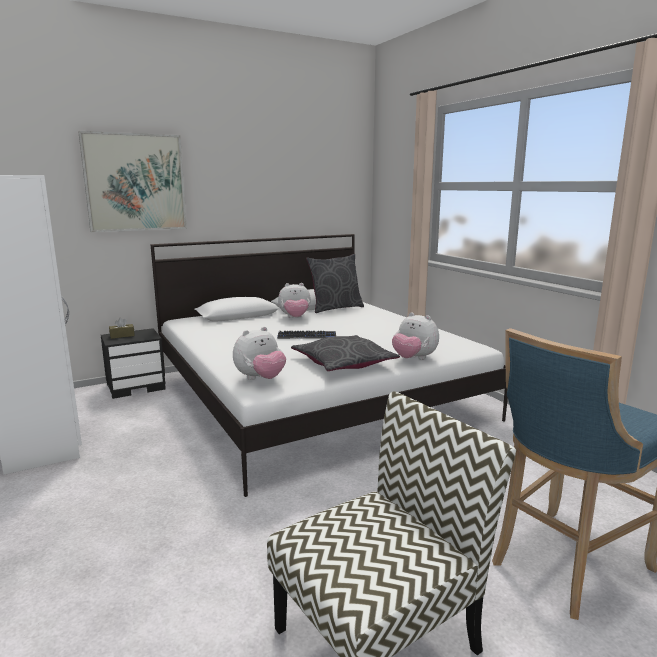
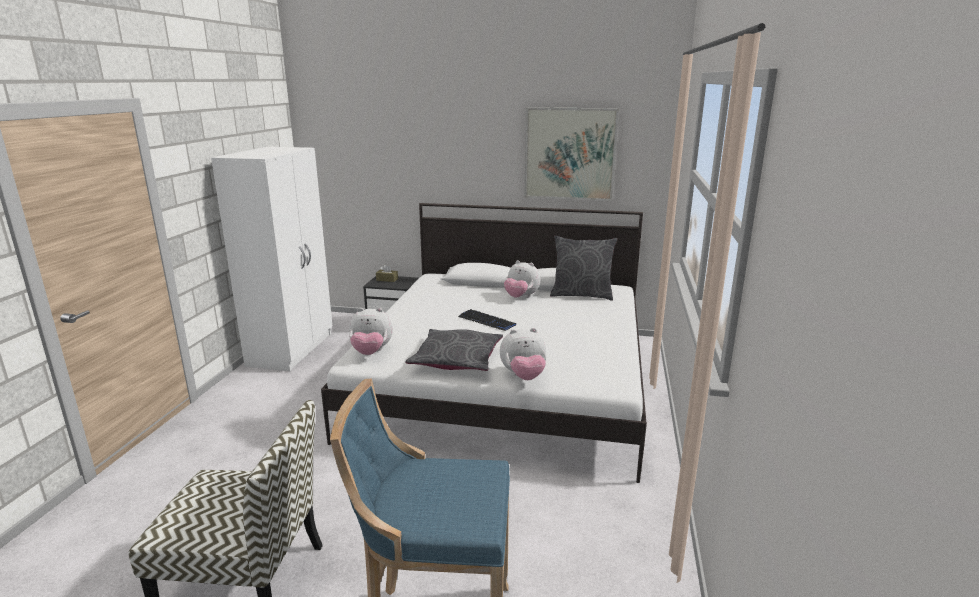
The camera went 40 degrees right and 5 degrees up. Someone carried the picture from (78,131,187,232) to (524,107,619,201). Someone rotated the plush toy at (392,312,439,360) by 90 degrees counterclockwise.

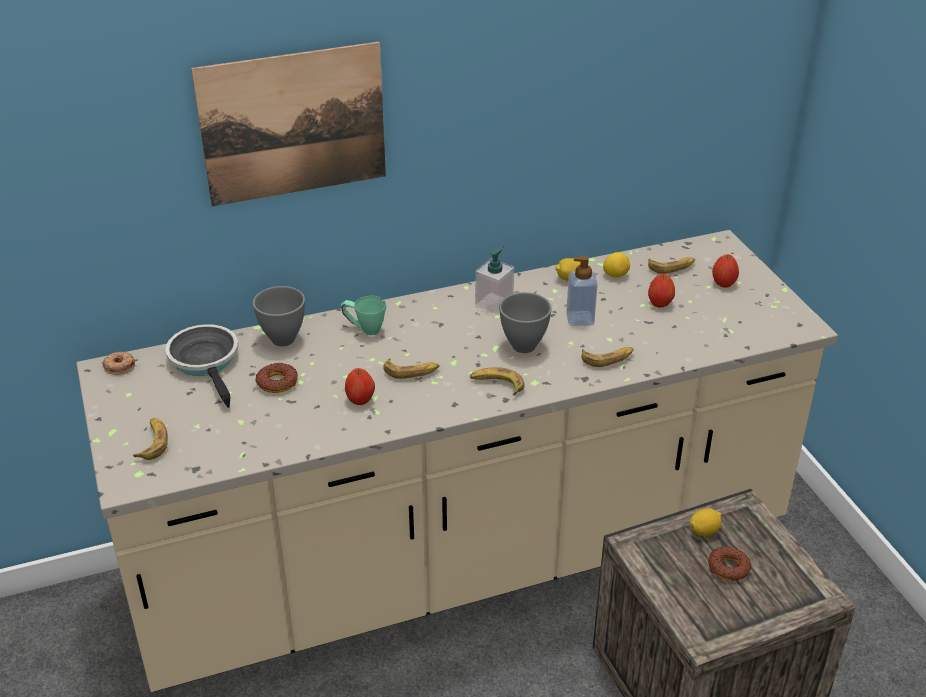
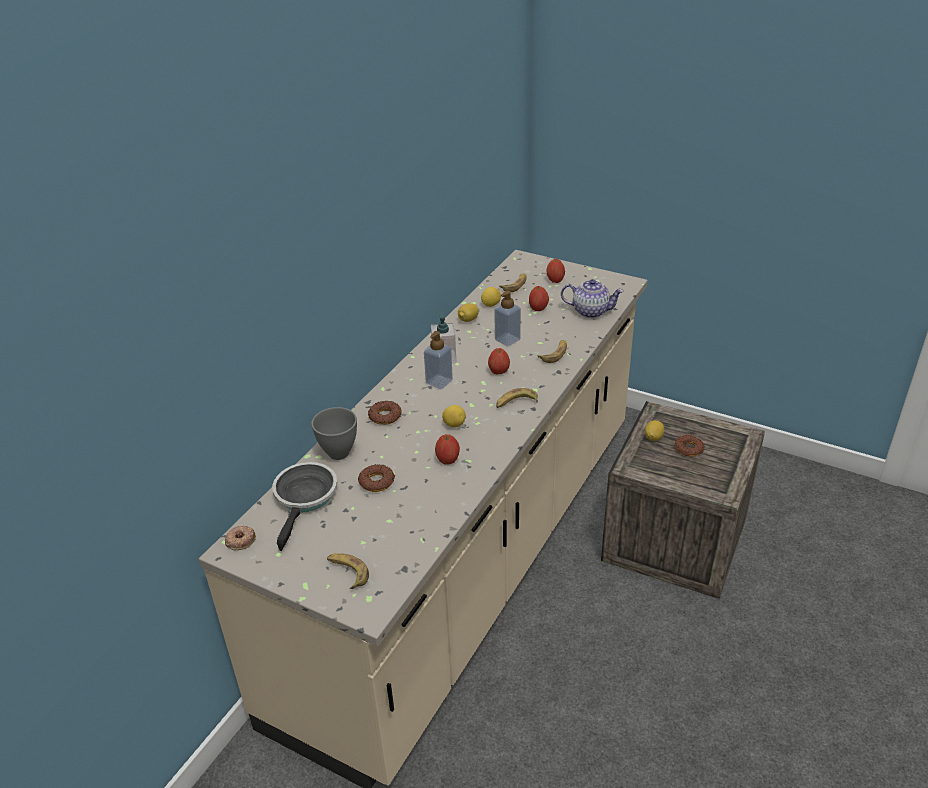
The camera went 40 degrees left and 0 degrees up. Someone took away the picture at (191,42,386,206). Someone swapped the grey bowl at (499,292,552,353) for the apple at (488,348,510,374). Someone swapped the green mug at (341,296,386,335) for the donut at (368,401,401,425). Someone rotated the frying pan at (165,324,238,408) by 75 degrees clockwise. Someone swapped the banana at (383,359,440,379) for the lemon at (442,405,466,427). Someone put down the teapot at (561,279,624,318). Someone put down the soap dispenser at (424,331,453,389).

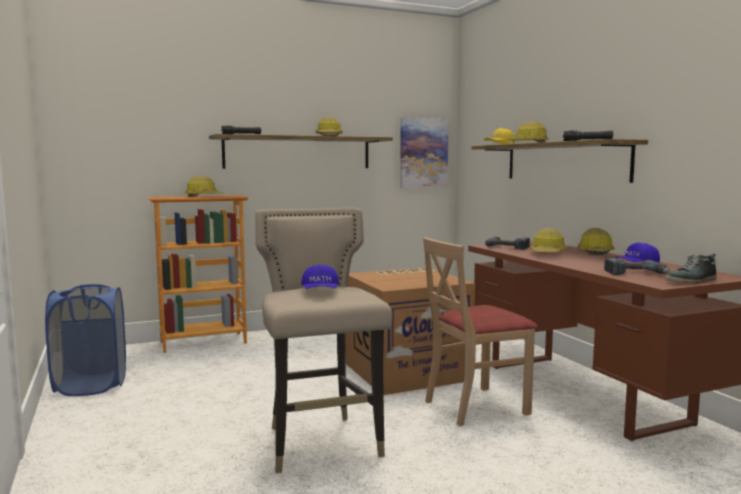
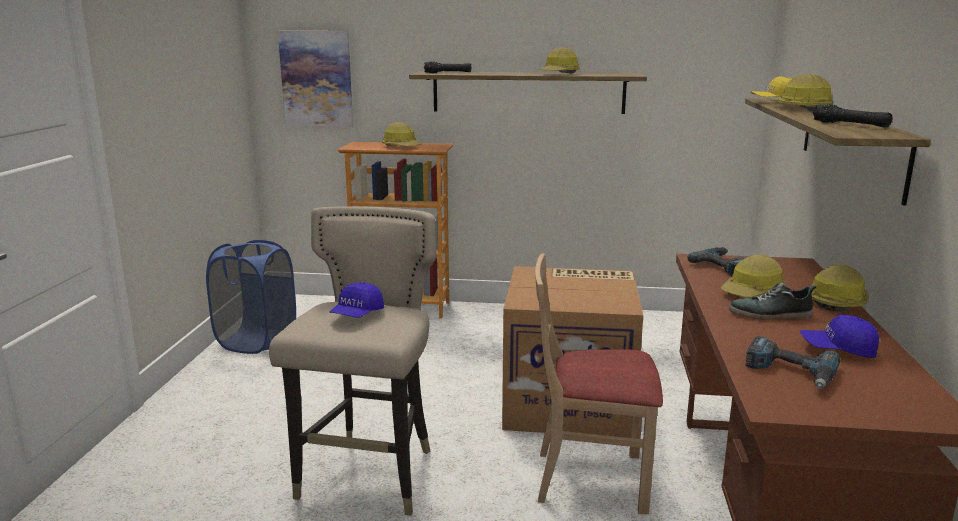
The camera went 30 degrees right and 10 degrees up. Someone carried the picture from (400,118,449,188) to (278,31,353,127). Someone carried the shoe from (666,254,716,284) to (729,283,816,320).

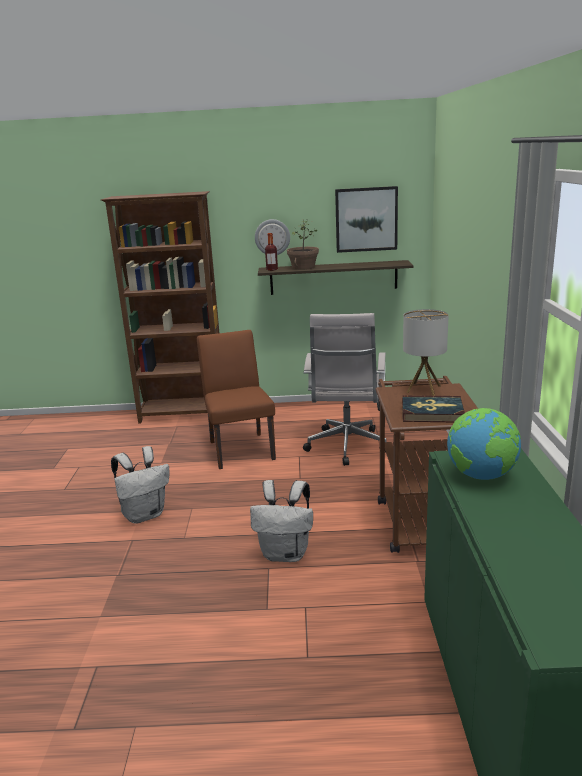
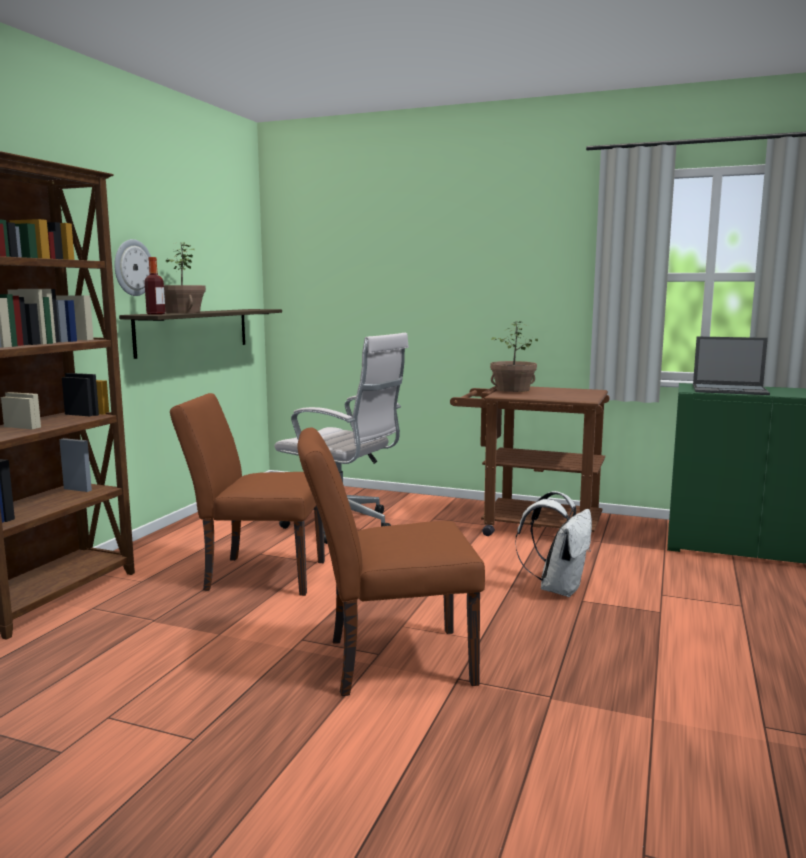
The camera went 70 degrees left and 10 degrees down. Someone took away the picture at (335,186,398,253). Someone swapped the table lamp at (403,309,449,396) for the potted plant at (490,321,538,392). Someone took away the book at (402,395,465,422). Someone swapped the globe at (447,408,521,480) for the laptop at (693,336,770,395). Someone swapped the white backpack at (111,446,170,524) for the brown chair at (297,428,485,696).

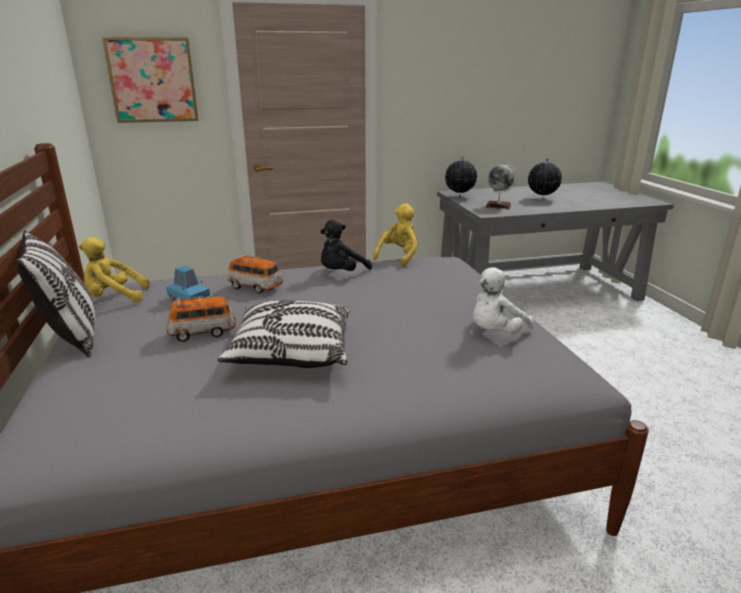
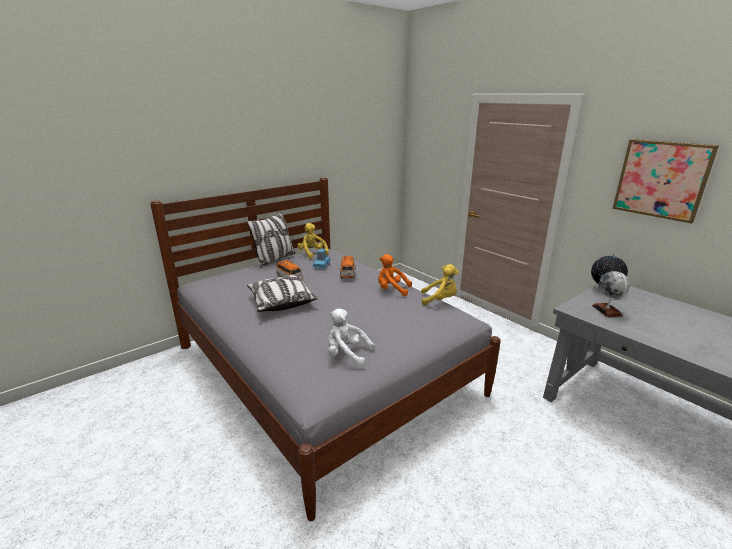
The camera went 65 degrees right and 0 degrees up. Someone carried the picture from (102,37,198,123) to (612,139,719,224). Someone took away the globe at (528,159,562,200). Someone repainted the black plush toy at (321,220,372,271), which became the orange plush toy at (378,254,412,296).

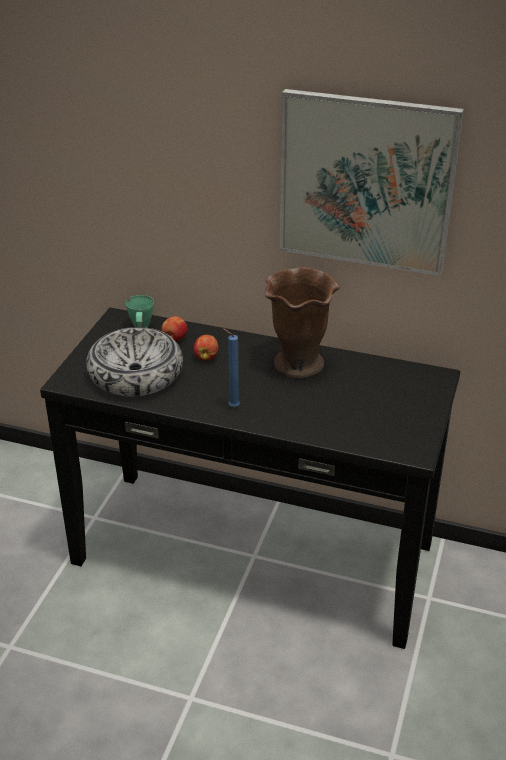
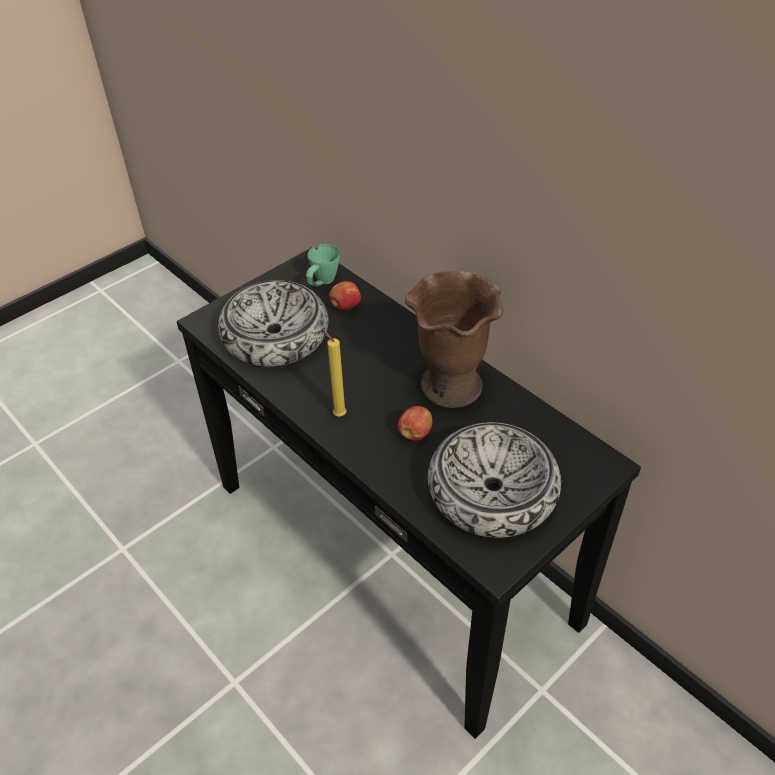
The camera went 30 degrees right and 10 degrees up. Someone took away the picture at (279,89,464,276). Someone repainted the blue candle at (223,328,240,407), which became the yellow candle at (322,328,347,417). Someone carried the apple from (194,335,218,361) to (398,406,433,441). Someone put down the bowl at (428,422,561,538).

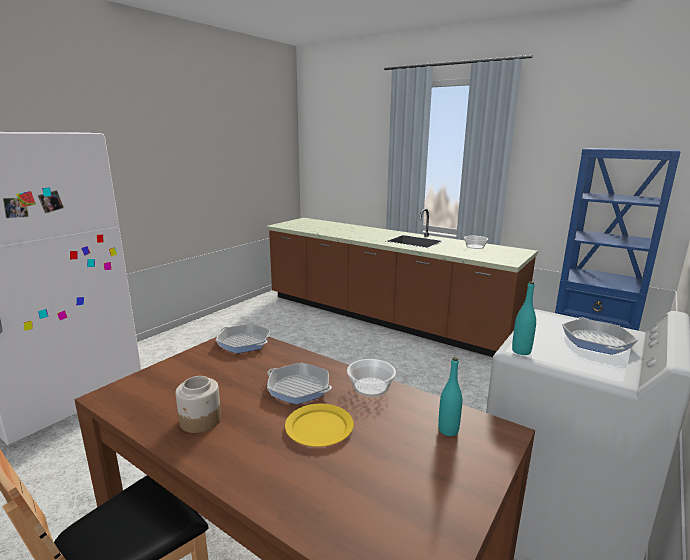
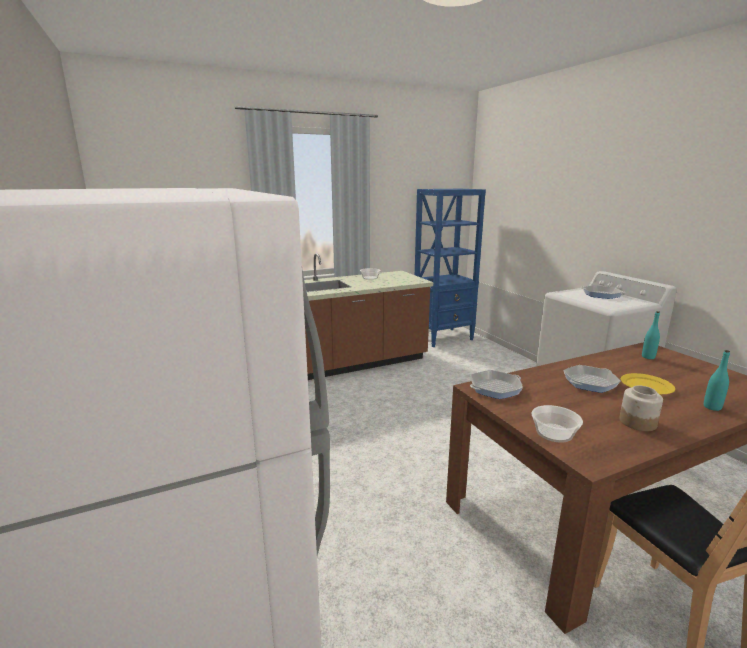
The camera went 60 degrees left and 0 degrees up. Someone carried the turquoise bottle from (512,281,536,355) to (704,350,730,411). Someone carried the bowl from (347,359,396,397) to (531,405,583,443).

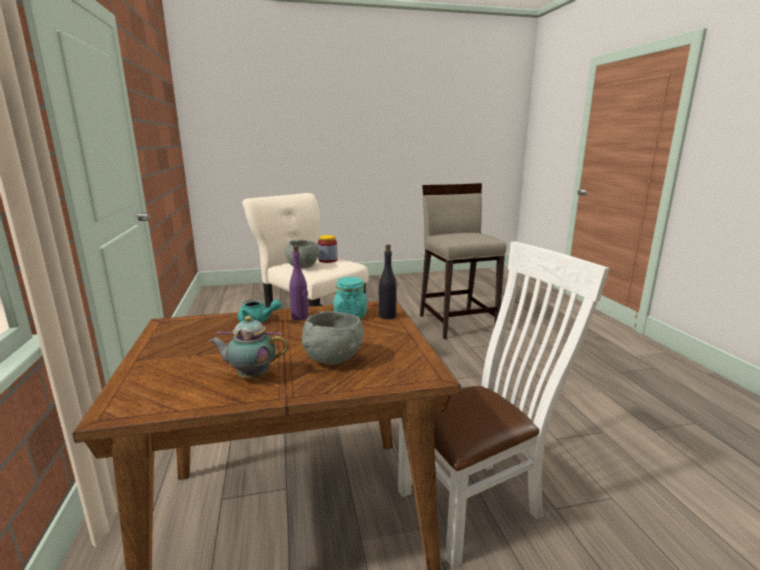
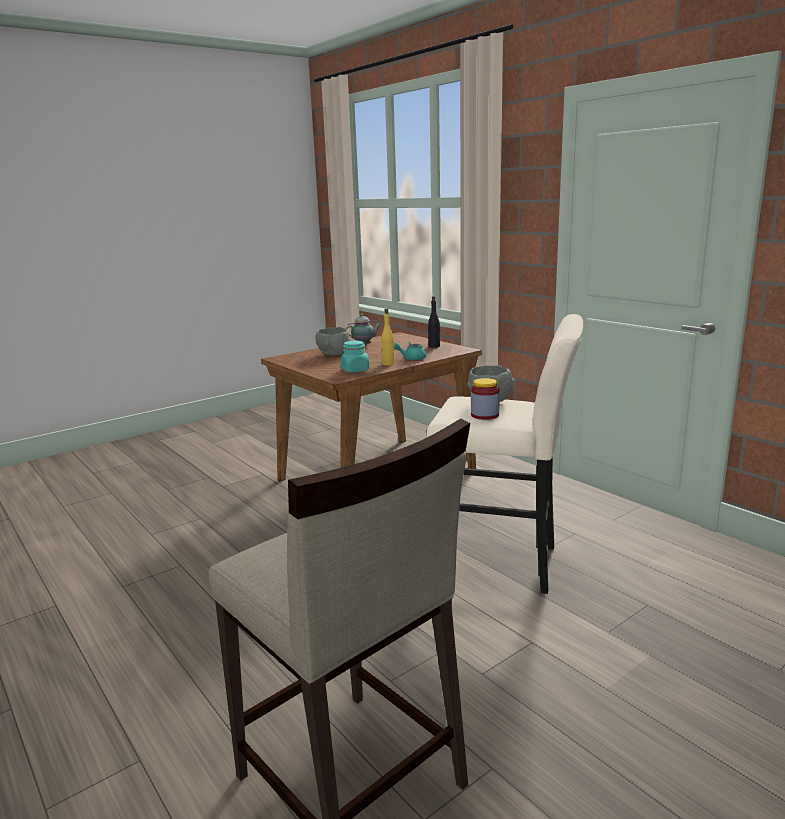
The camera went 155 degrees right and 0 degrees up. Someone took away the white chair at (398,241,610,568). Someone repainted the purple bottle at (289,245,309,320), which became the yellow bottle at (381,309,395,365). Someone carried the black bottle from (378,245,397,319) to (428,296,440,348).

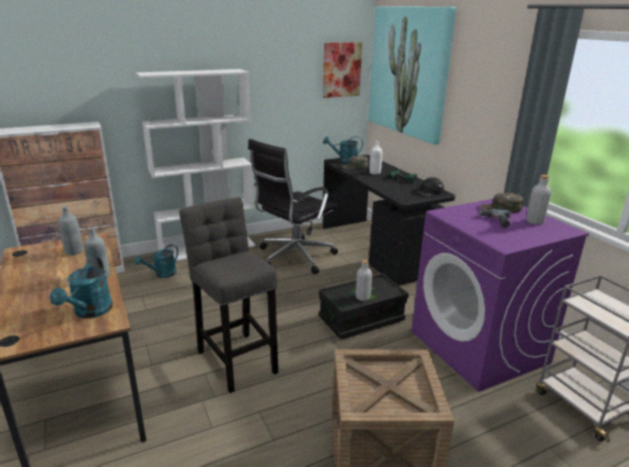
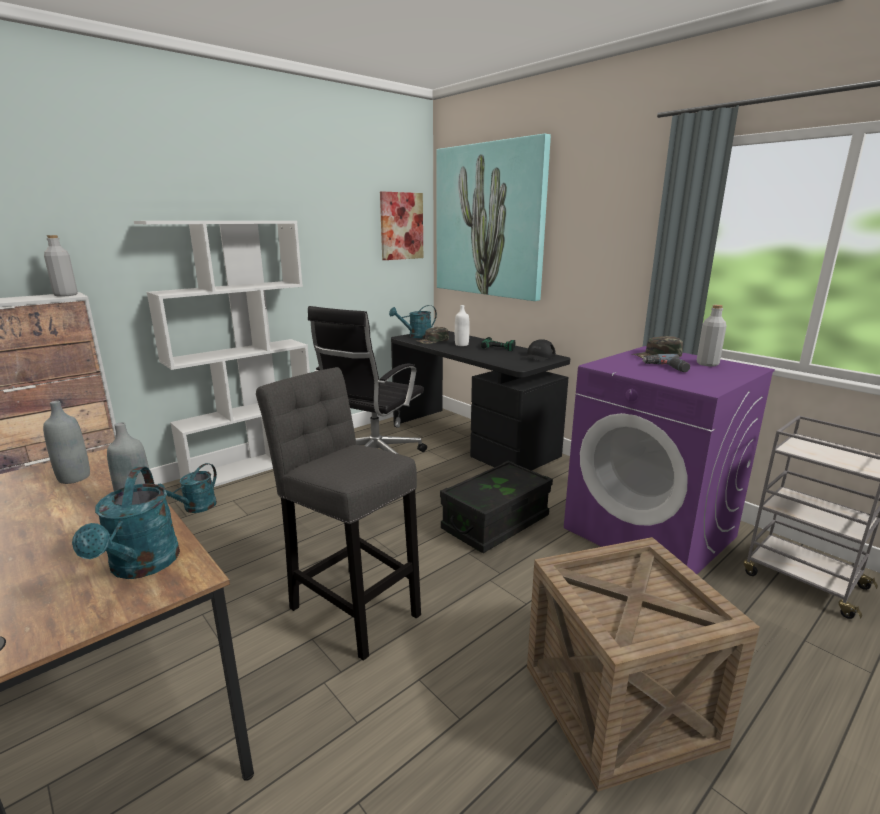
The camera went 15 degrees left and 5 degrees down. Someone carried the grey bottle from (356,260,372,301) to (44,235,78,297).

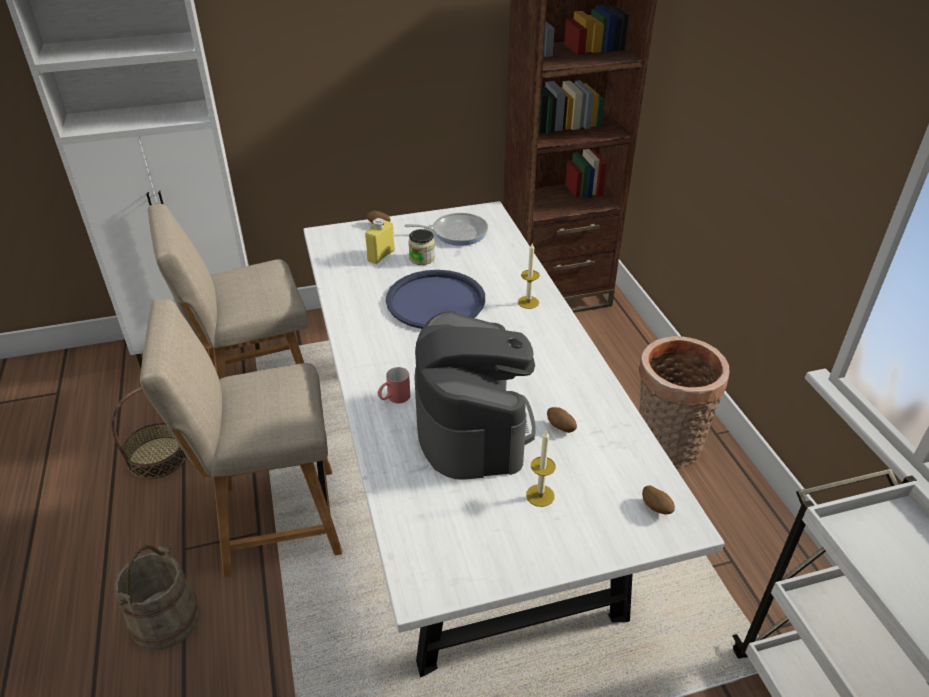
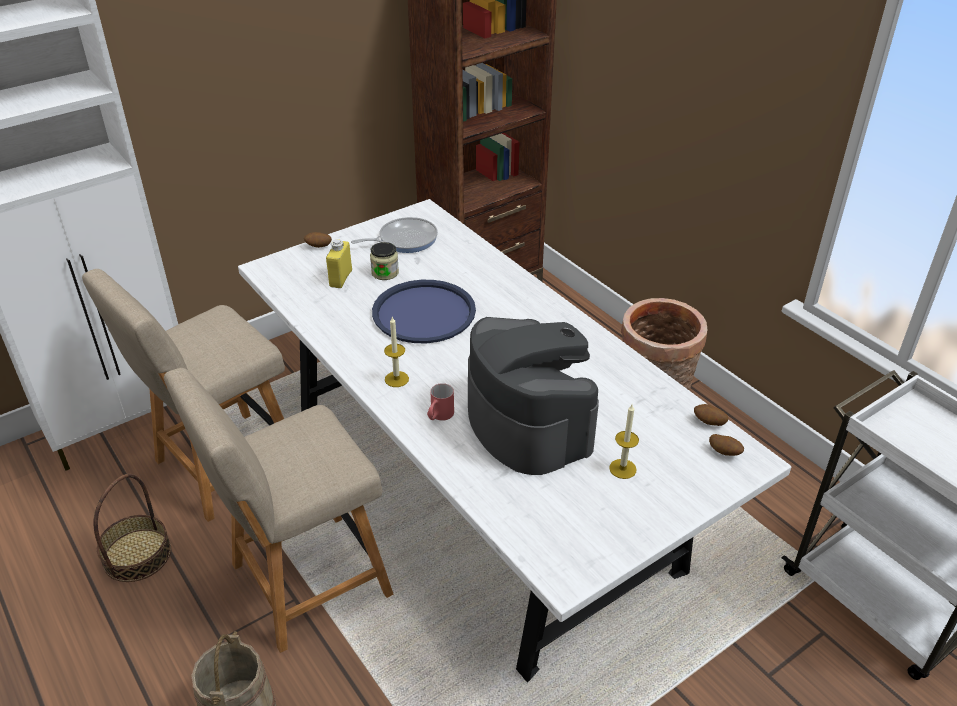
The camera went 20 degrees left and 0 degrees up. Someone carried the candle from (518,243,540,309) to (384,317,409,387). Someone carried the potato from (547,407,577,433) to (694,404,729,426).

